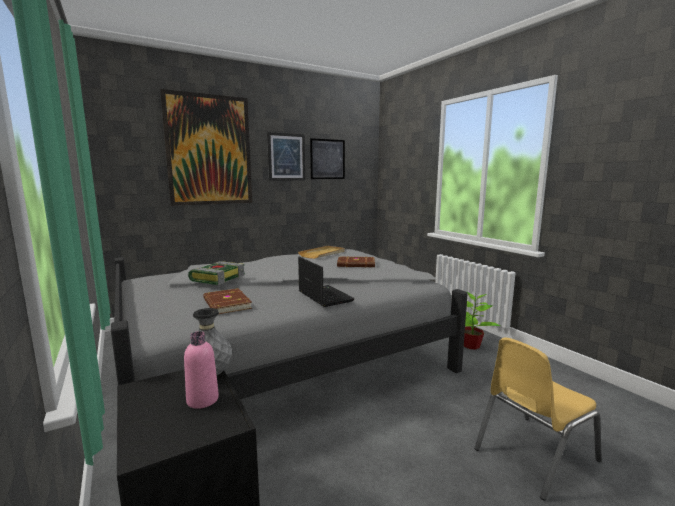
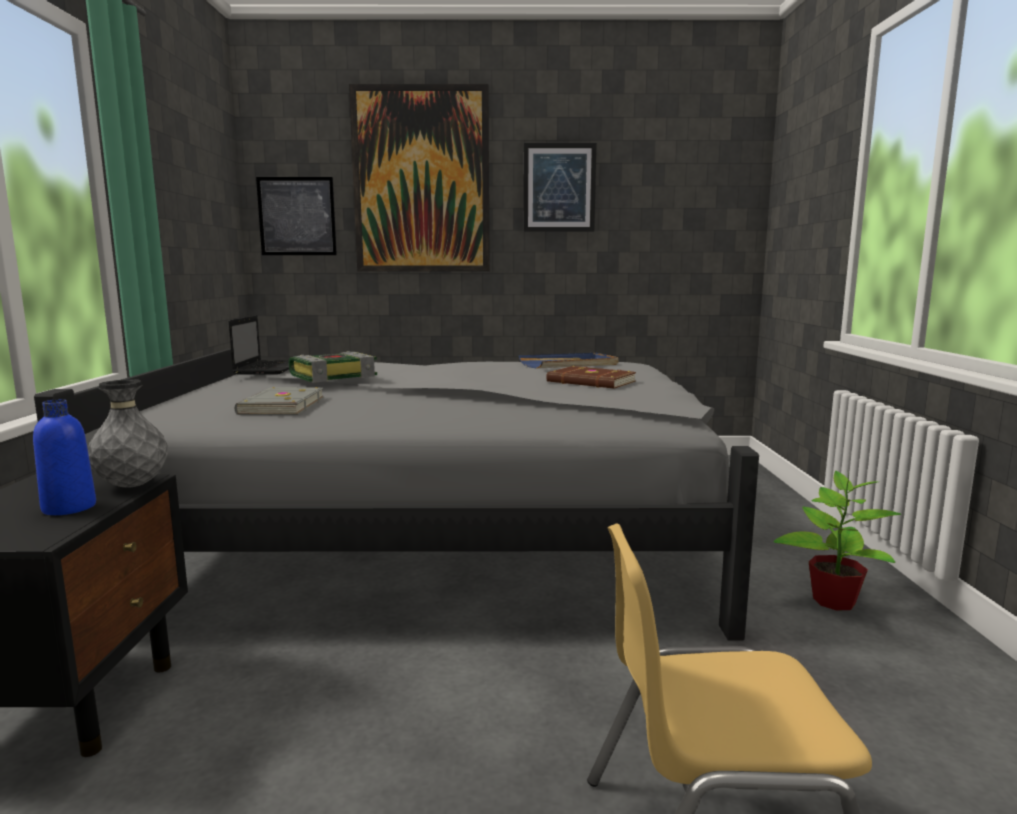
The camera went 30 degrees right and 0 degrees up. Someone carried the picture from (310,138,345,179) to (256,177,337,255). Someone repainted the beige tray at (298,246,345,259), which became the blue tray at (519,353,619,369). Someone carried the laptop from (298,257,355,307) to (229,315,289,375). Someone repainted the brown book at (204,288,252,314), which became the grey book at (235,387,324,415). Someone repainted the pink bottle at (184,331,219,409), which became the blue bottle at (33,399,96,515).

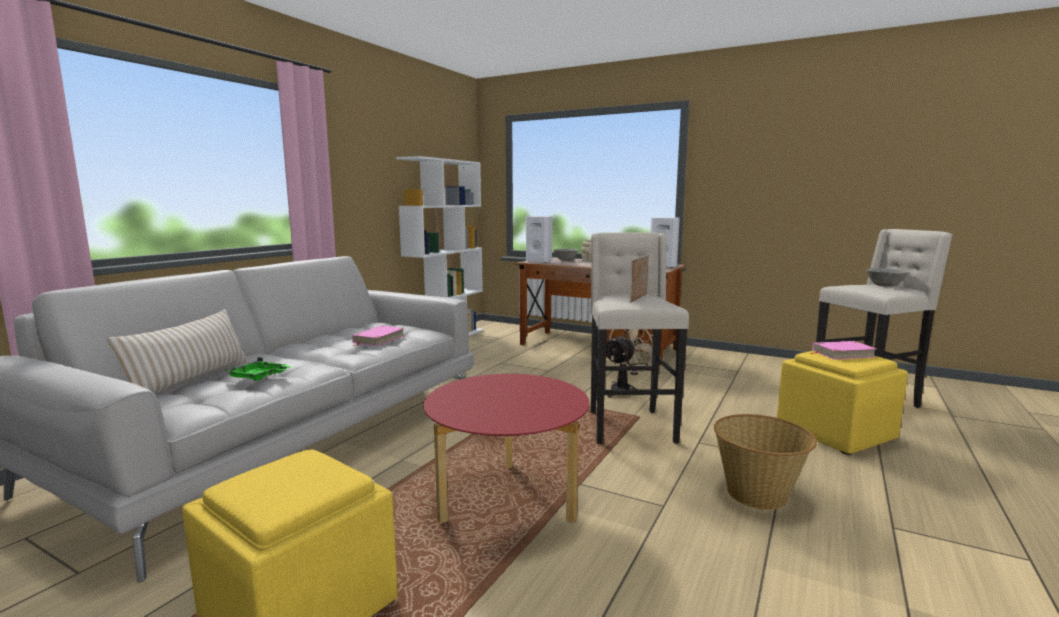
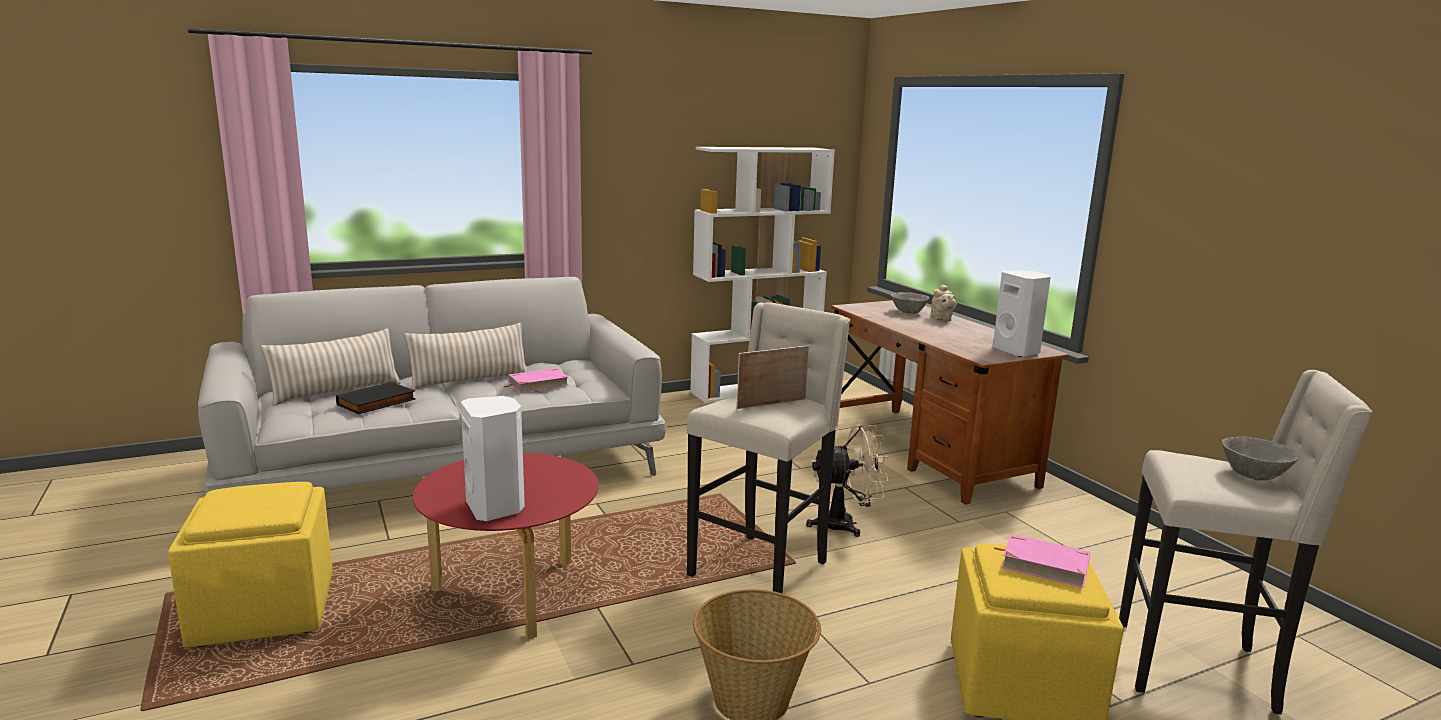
The camera went 35 degrees right and 5 degrees up. Someone carried the white speaker from (526,216,552,263) to (461,396,525,521). Someone swapped the green tray at (225,357,291,381) for the black book at (336,382,416,414). Someone put down the beige pillow at (404,323,528,390).

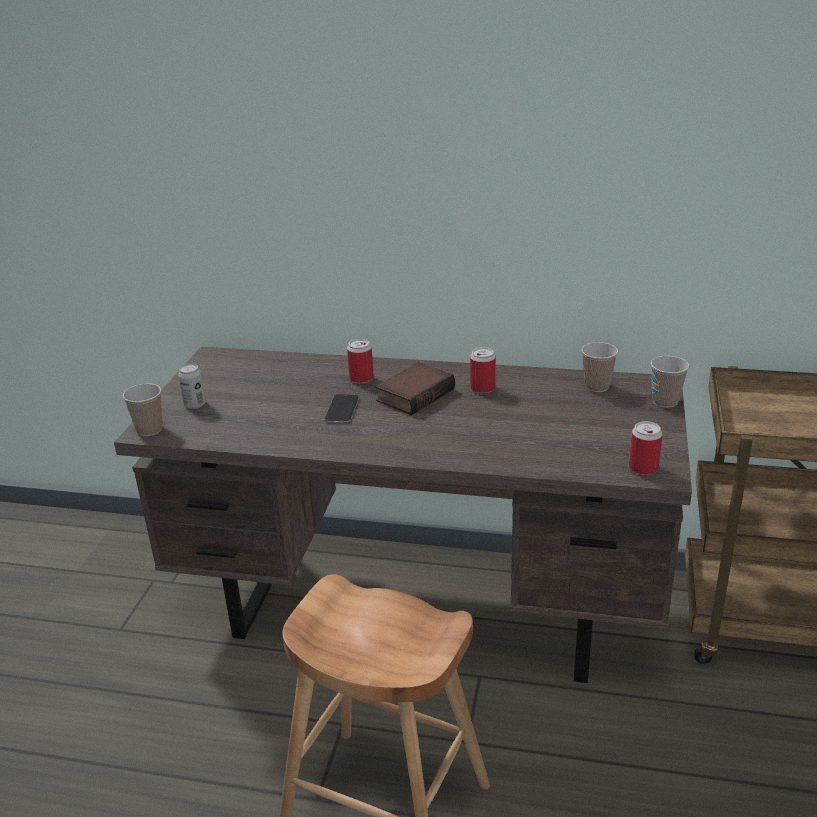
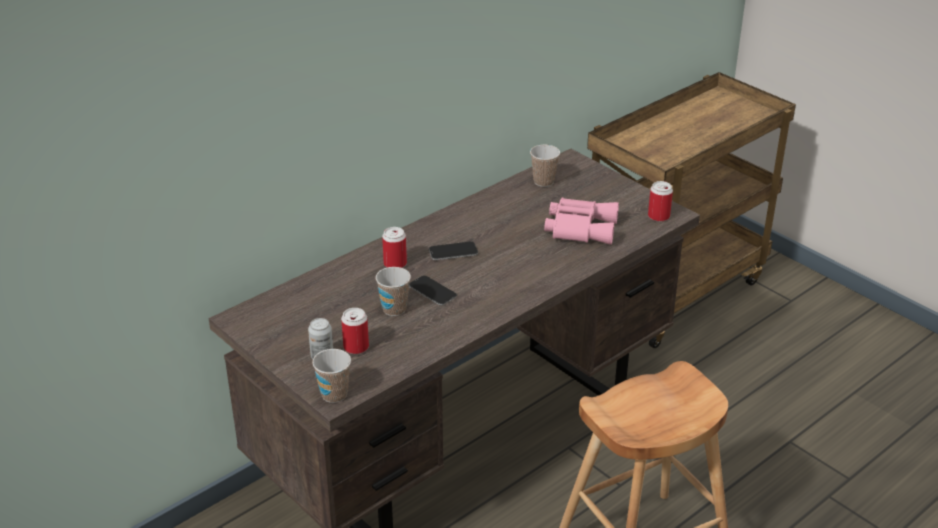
The camera went 55 degrees left and 5 degrees up. Someone carried the can from (470,347,496,393) to (341,308,369,354). Someone carried the cup from (651,356,689,408) to (376,267,411,316). Someone swapped the book at (375,362,455,415) for the phone at (429,241,478,260). Someone put down the pink binoculars at (544,198,619,245).

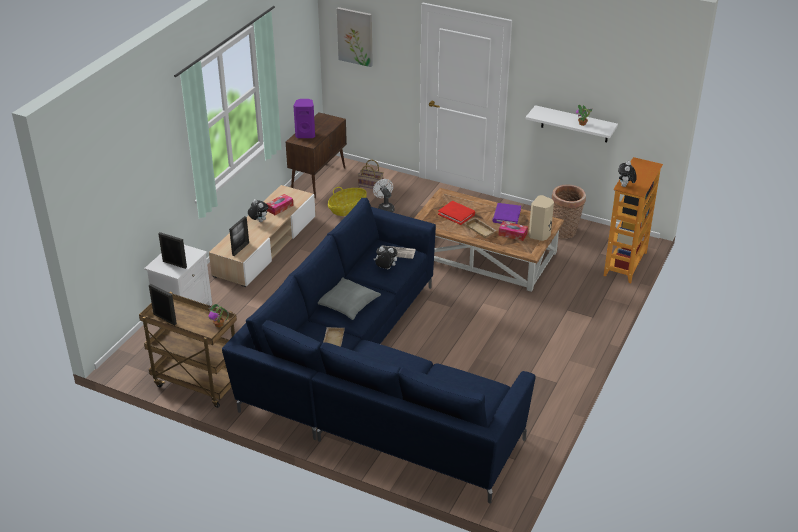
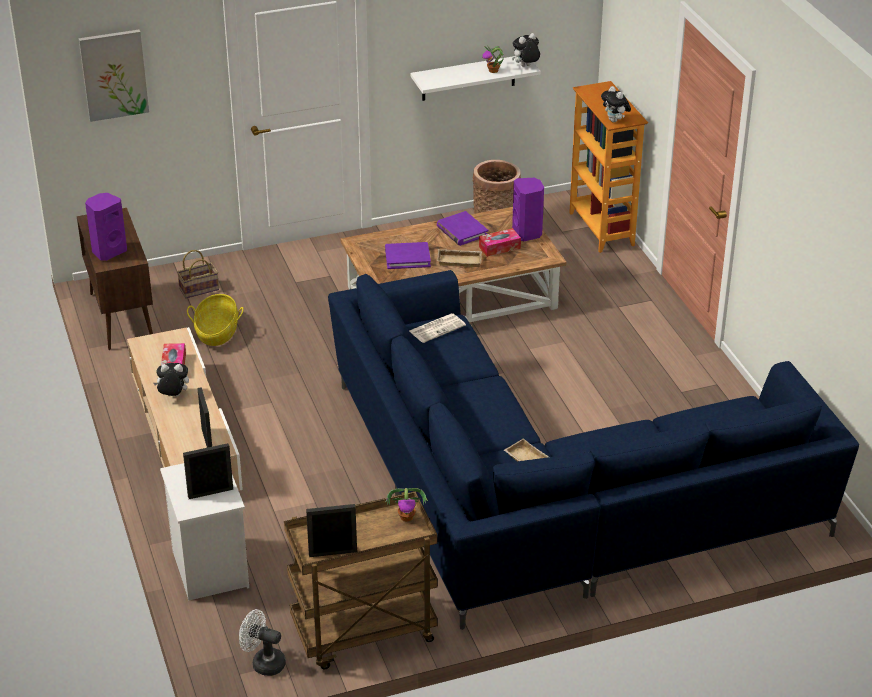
The camera went 45 degrees left and 0 degrees up. Someone carried the white fan from (373,179,395,212) to (239,609,286,676). Someone repainted the beige speaker at (529,195,554,241), which became the purple speaker at (512,178,544,241). Someone repainted the red book at (438,201,475,225), which became the purple book at (385,242,431,269). Someone carried the plush toy from (373,246,397,269) to (512,33,540,67). Someone took away the grey pillow at (318,277,381,320).

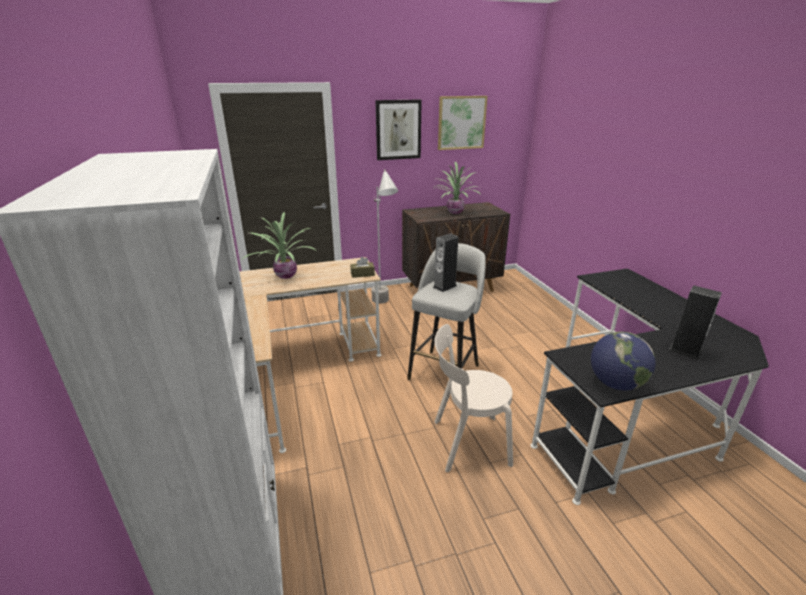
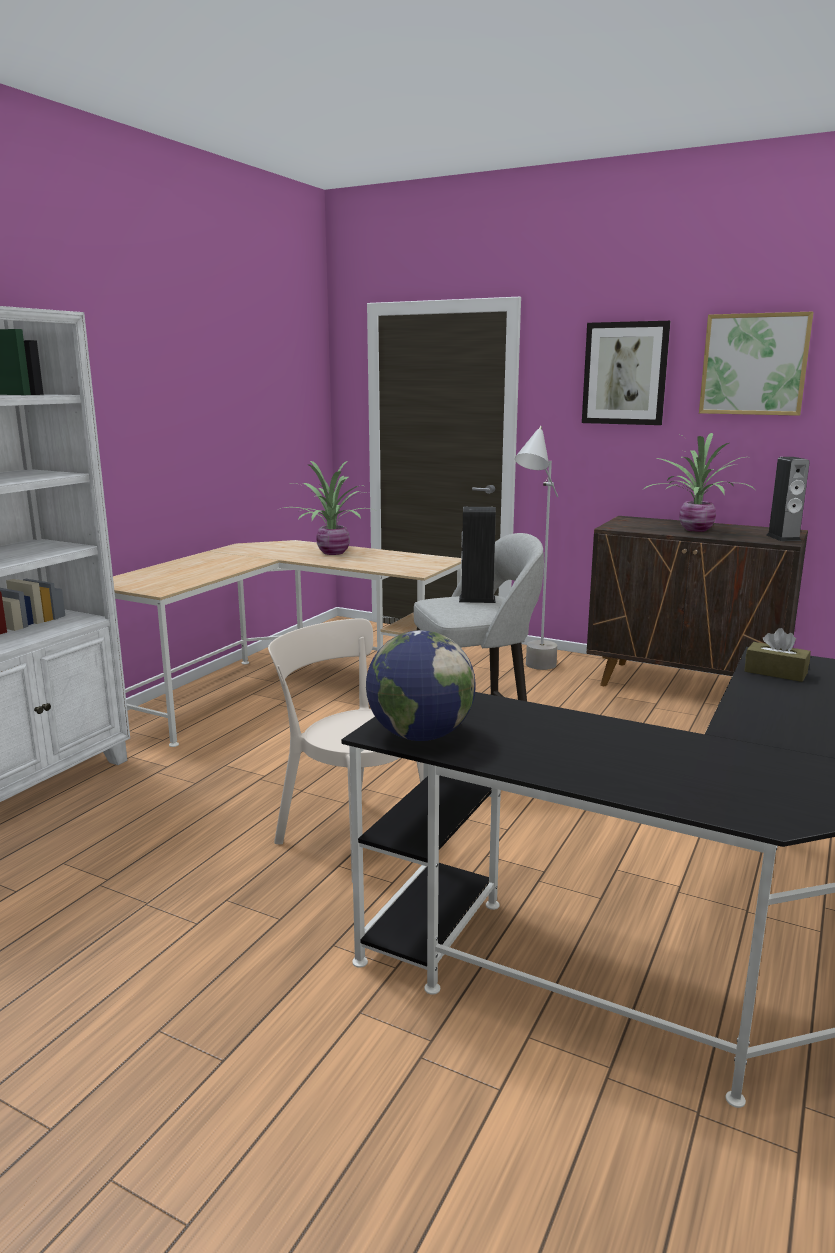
The camera went 45 degrees right and 10 degrees down. Someone carried the brown tissue box from (350,257,375,278) to (744,628,811,682). Someone carried the speaker from (669,285,722,360) to (766,457,810,541).

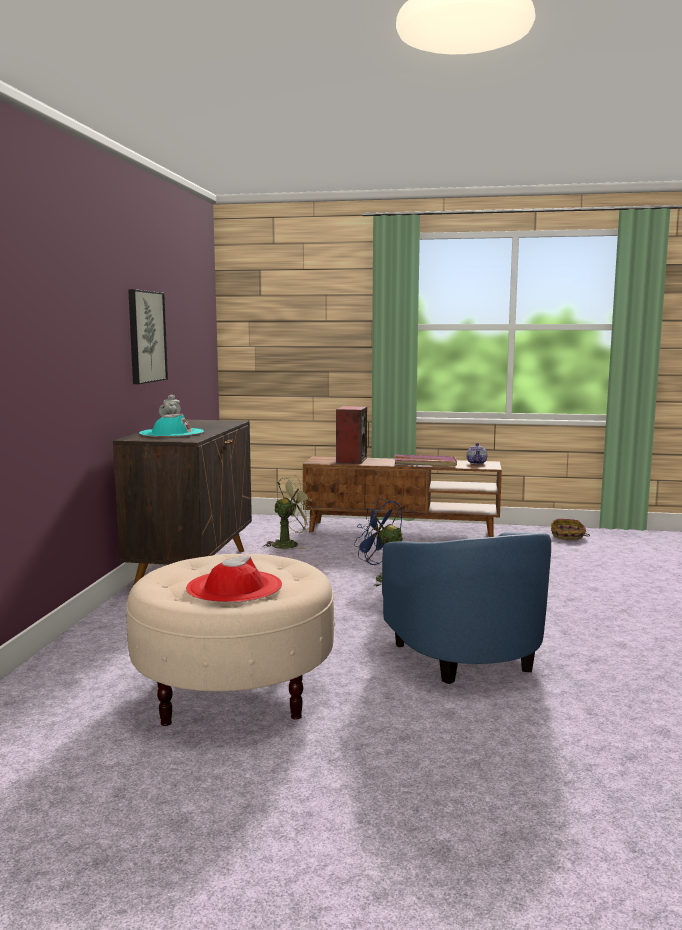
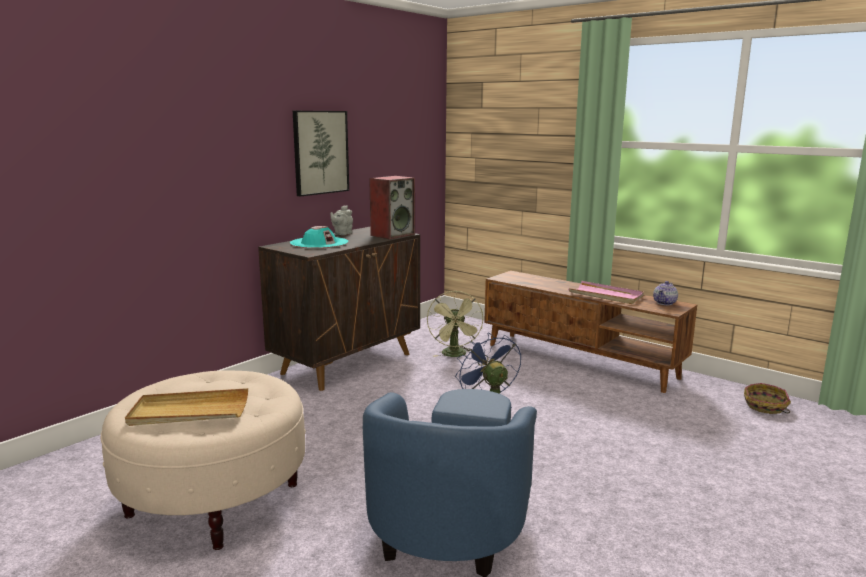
The camera went 30 degrees right and 5 degrees up. Someone carried the speaker from (336,406,367,464) to (369,176,415,239). Someone rotated the green fan at (263,475,316,549) by 90 degrees clockwise. Someone swapped the red hat at (186,555,282,603) for the beige tray at (125,388,248,426).

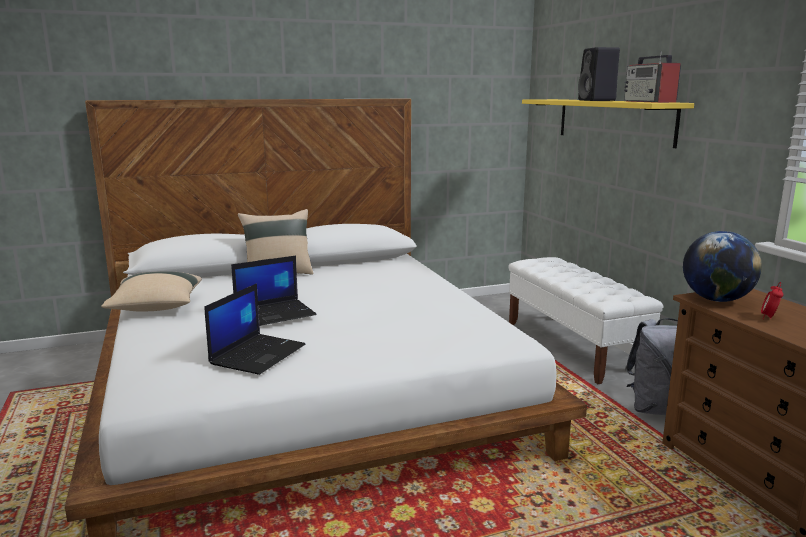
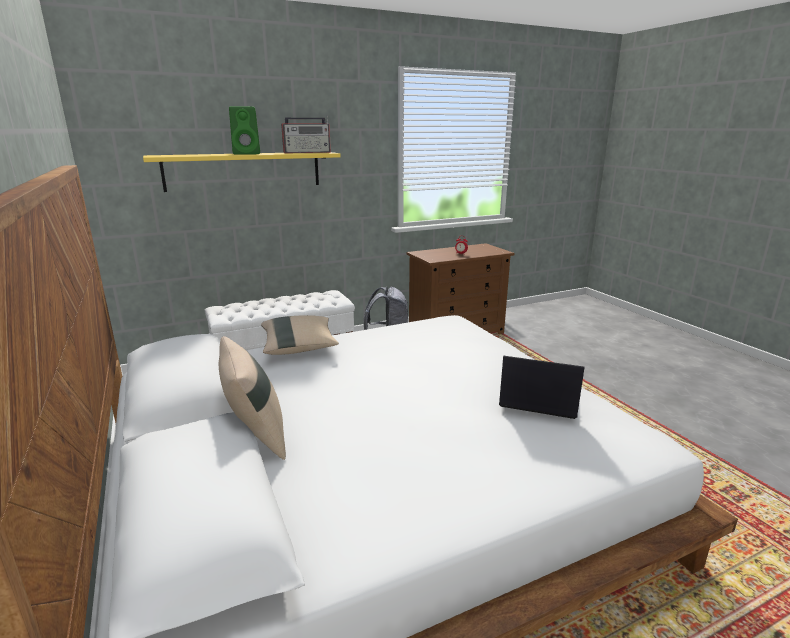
The camera went 95 degrees left and 5 degrees up. Someone repainted the black speaker at (578,47,620,101), which became the green speaker at (229,106,260,155). Someone took away the globe at (683,231,762,302). Someone took away the laptop at (231,255,317,326). Someone carried the beige pillow from (101,271,202,312) to (261,315,339,355).

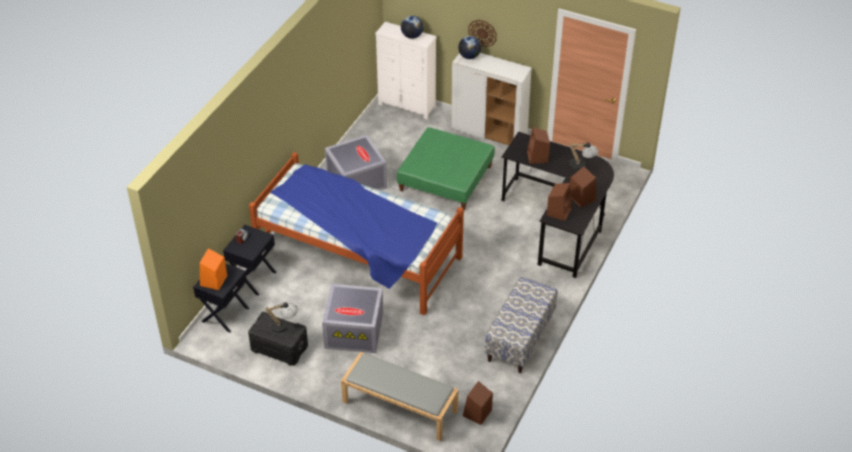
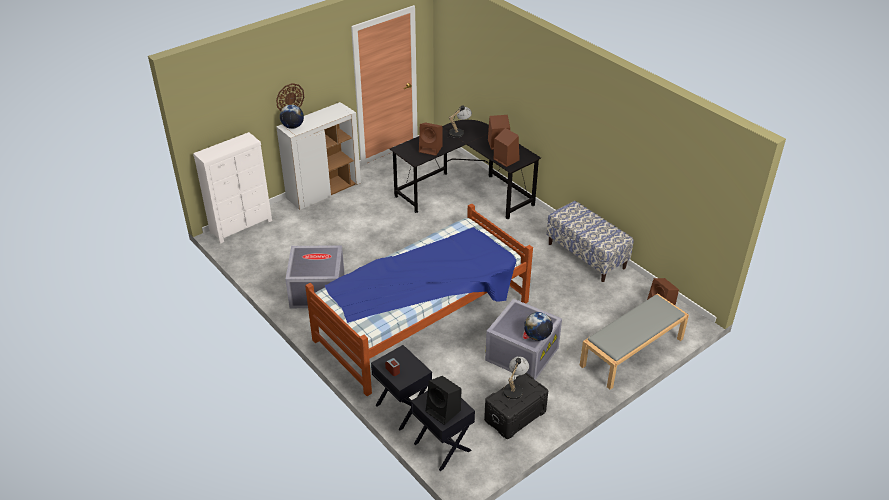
The camera went 65 degrees left and 5 degrees down. Someone carried the globe from (401,16,423,39) to (524,312,553,341). Someone took away the green ottoman at (397,127,495,210). Someone repainted the orange speaker at (200,248,227,290), which became the black speaker at (426,376,461,425).

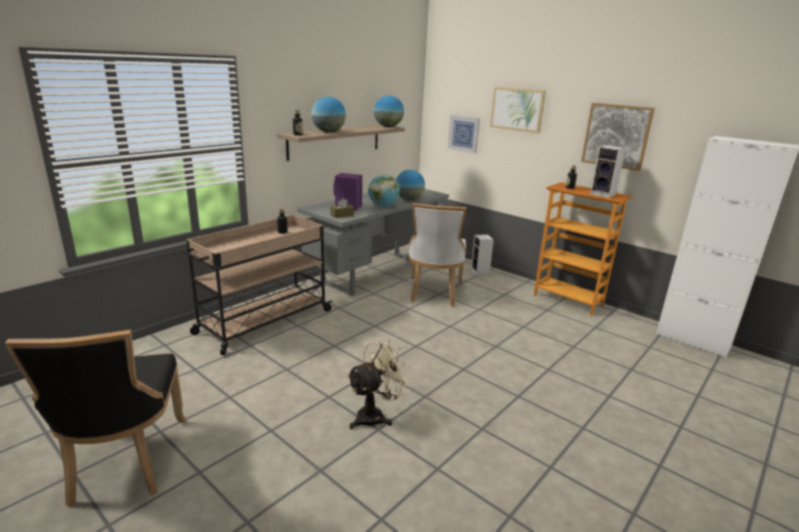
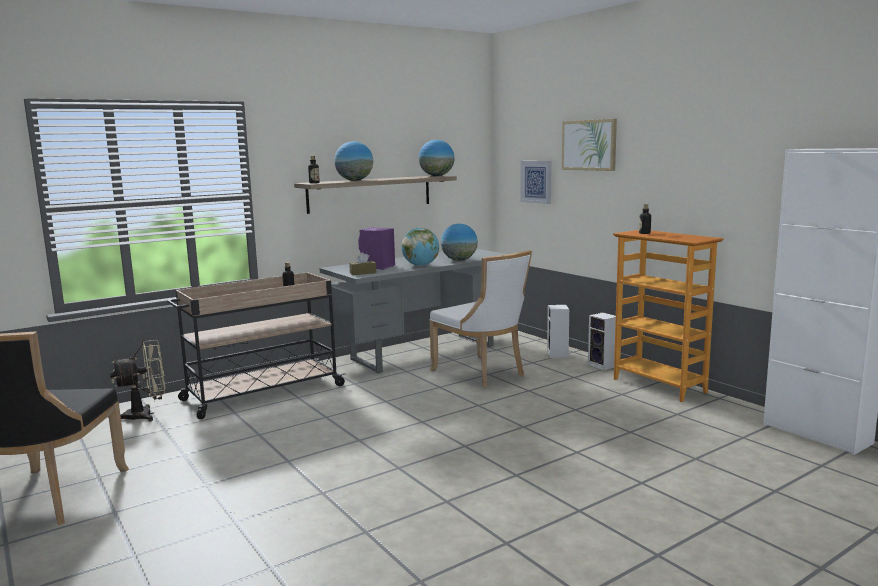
The camera went 15 degrees right and 10 degrees down. Someone took away the picture at (581,103,655,171). Someone carried the speaker from (590,145,626,198) to (588,312,616,371). Someone rotated the white chair at (409,203,467,307) by 60 degrees counterclockwise. Someone carried the beige fan from (347,339,412,429) to (110,340,165,421).

